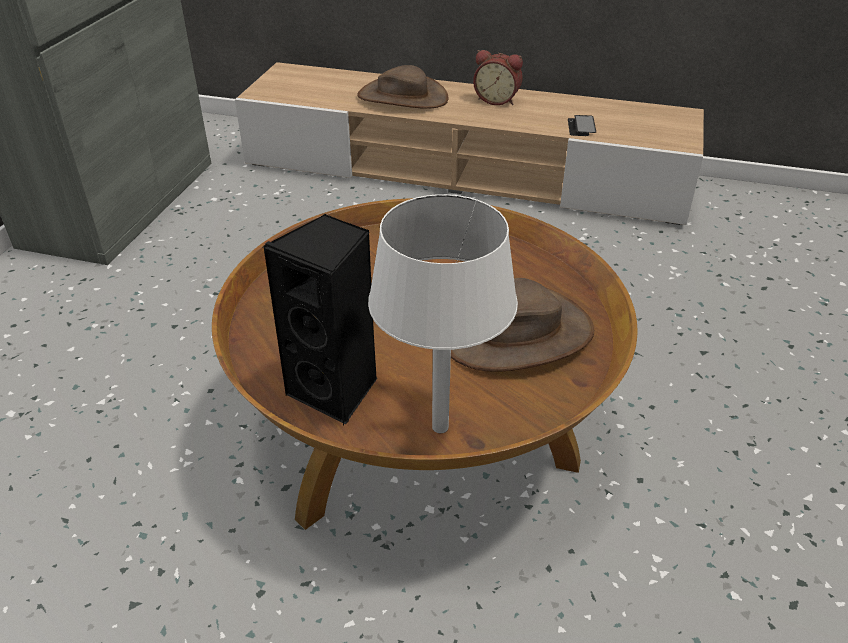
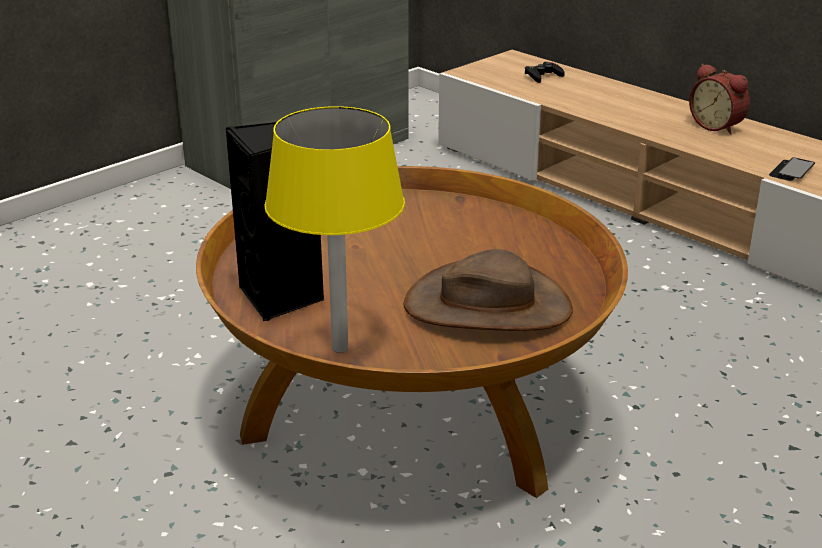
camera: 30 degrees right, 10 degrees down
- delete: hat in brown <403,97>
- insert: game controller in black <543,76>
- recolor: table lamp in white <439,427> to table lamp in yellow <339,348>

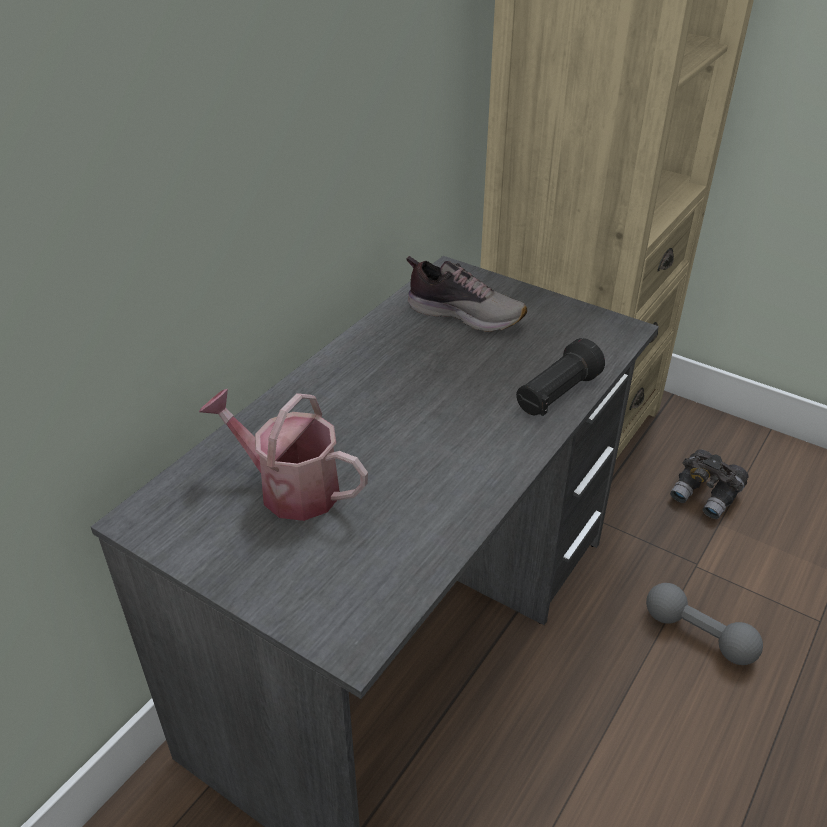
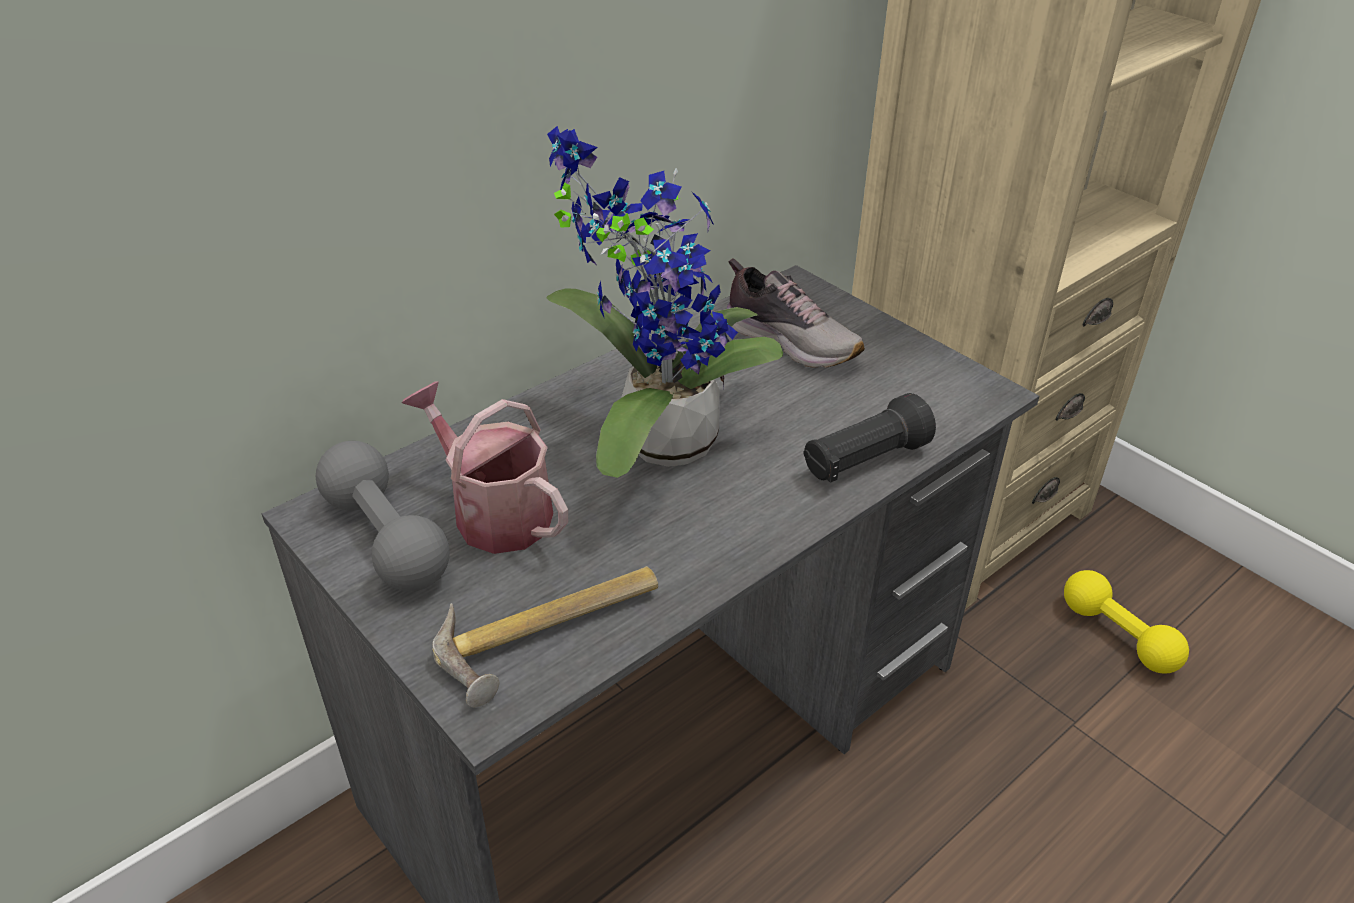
camera: 15 degrees right, 0 degrees up
- insert: hammer <552,634>
- insert: potted plant <657,439>
- move: dumbbell in grey <698,635> to <386,539>
- replace: binoculars in grey <706,495> to dumbbell in yellow <1118,635>

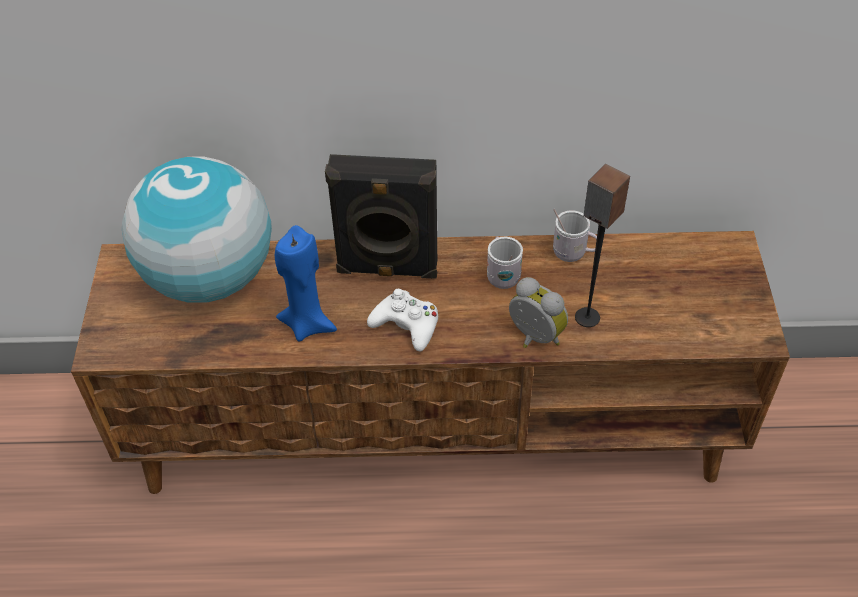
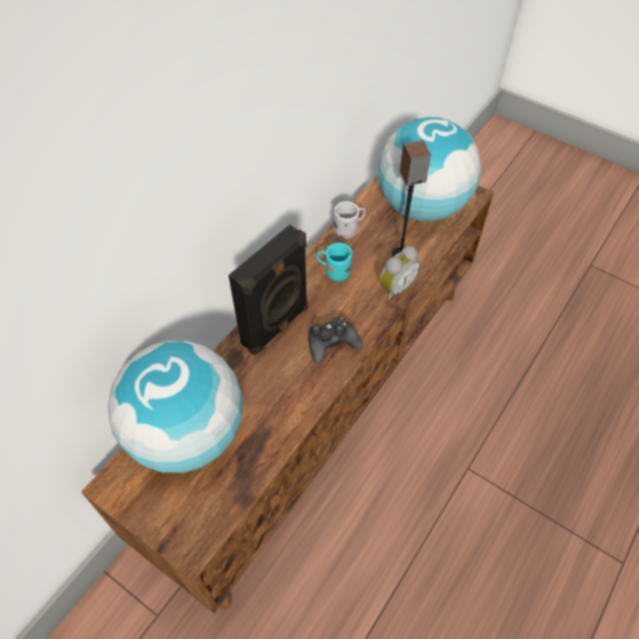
camera: 55 degrees left, 5 degrees up
- delete: candle in blue <308,324>
- insert: globe <422,206>
- recolor: game controller in white <406,325> to game controller in black <332,343>
- recolor: mug in white <501,275> to mug in turquoise <334,272>
- rotate: alarm clock <533,338> = <395,287> 150 degrees clockwise

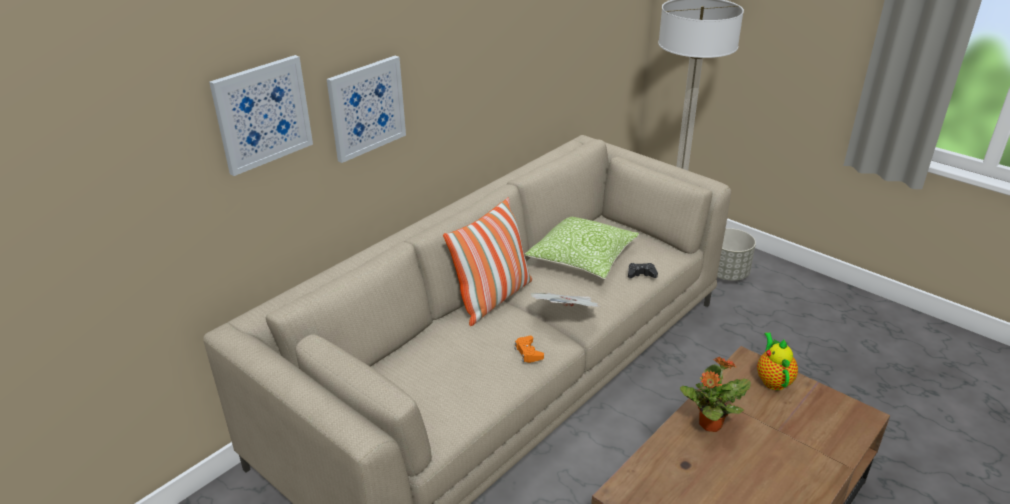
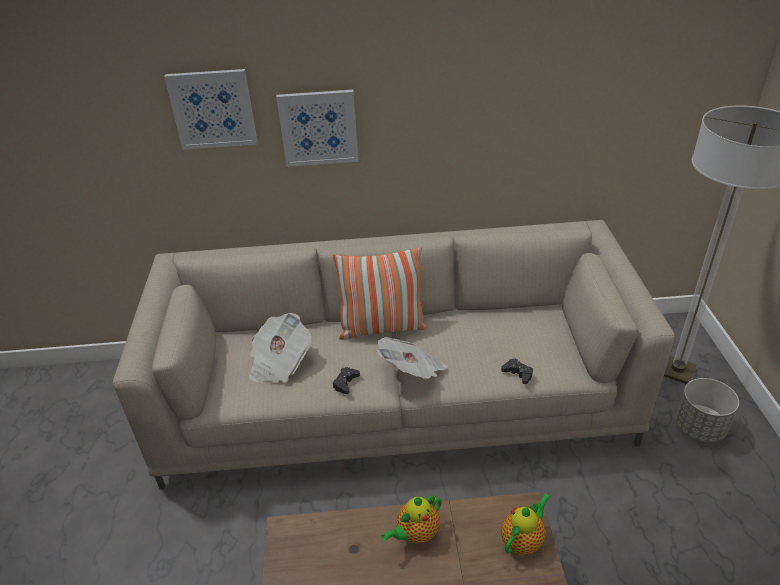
camera: 45 degrees right, 5 degrees up
- delete: pillow <582,257>
- insert: newspaper <279,362>
- replace: potted plant <709,424> to teapot <415,534>
- recolor: game controller in orange <528,352> to game controller in black <345,383>

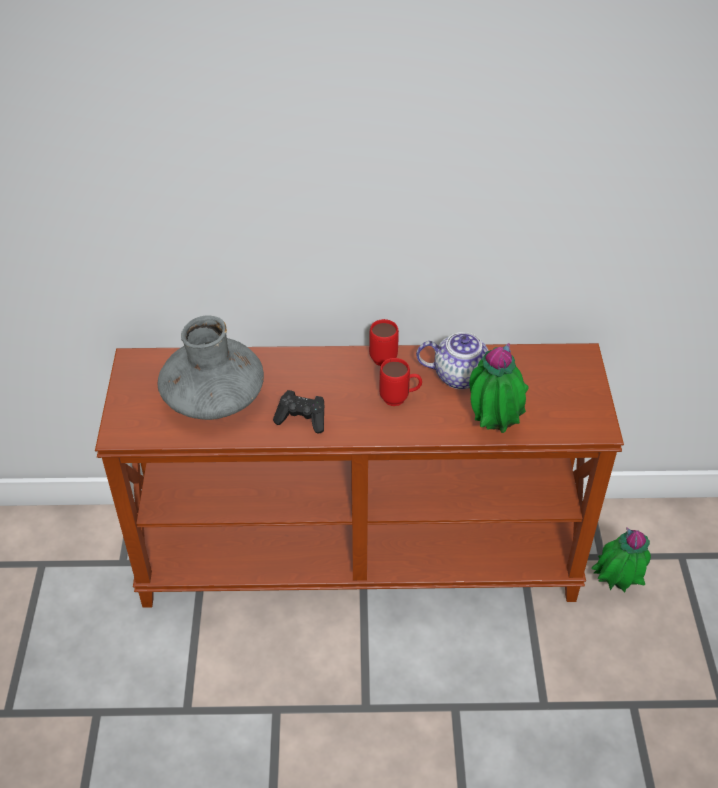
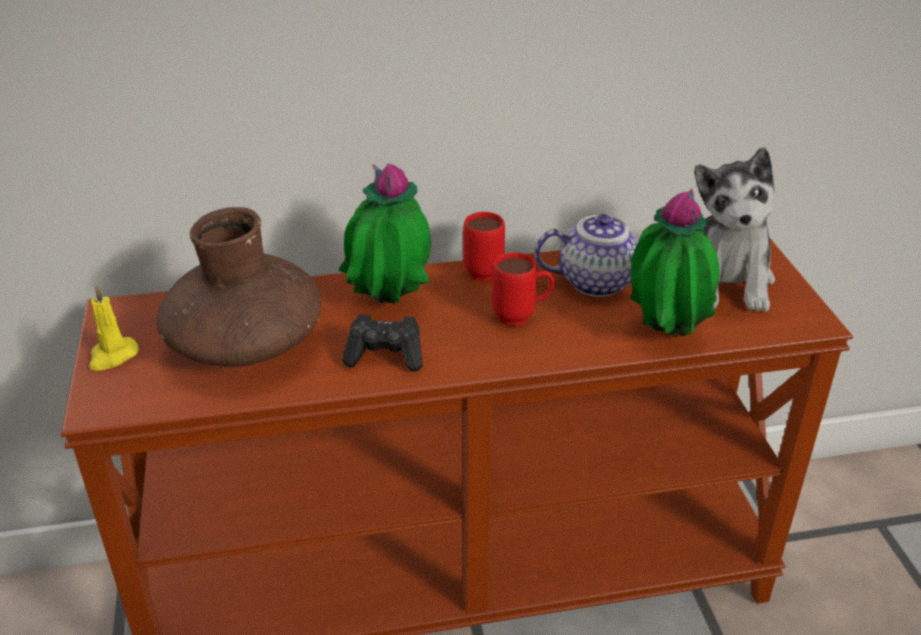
camera: 10 degrees left, 10 degrees down
- insert: candle in yellow <112,356>
- insert: plush toy <725,280>
- move: potted plant <615,586> to <389,306>
- recolor: vase in grey <213,398> to vase in brown <245,345>

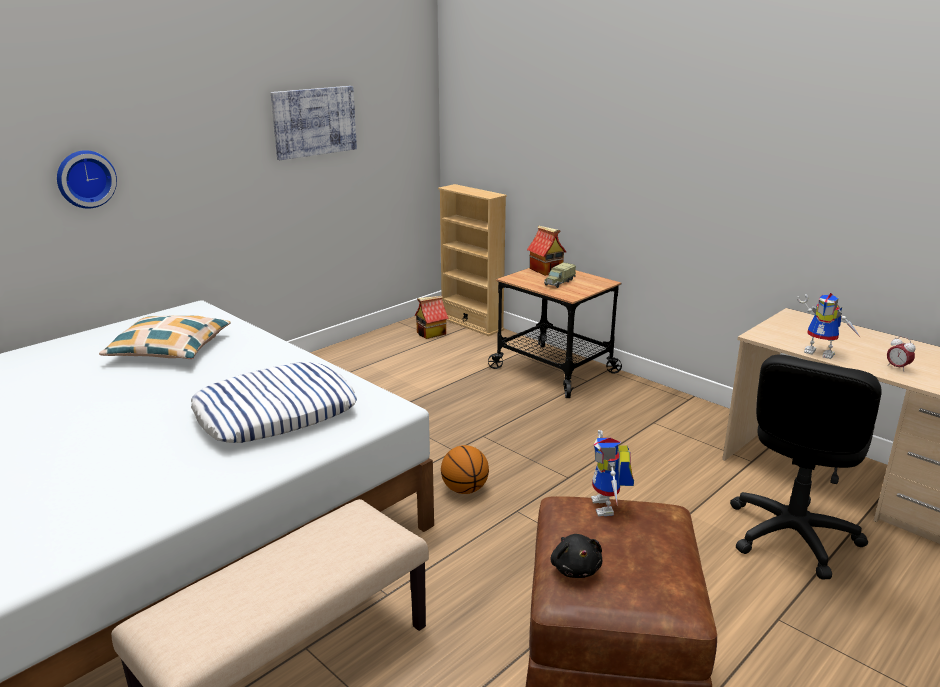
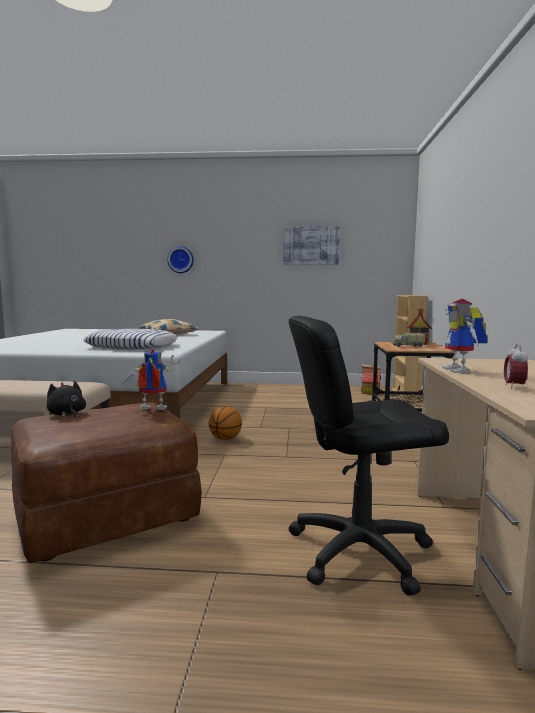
camera: 50 degrees right, 15 degrees down
- rotate: plush toy in black <575,568> = <67,414> 105 degrees clockwise
- rotate: toy robot <608,508> = <150,409> 45 degrees clockwise

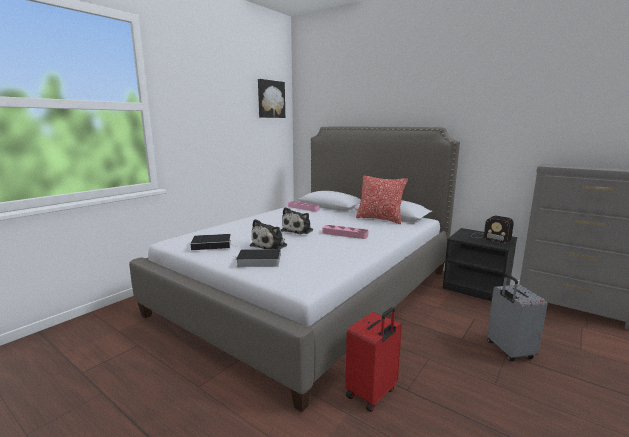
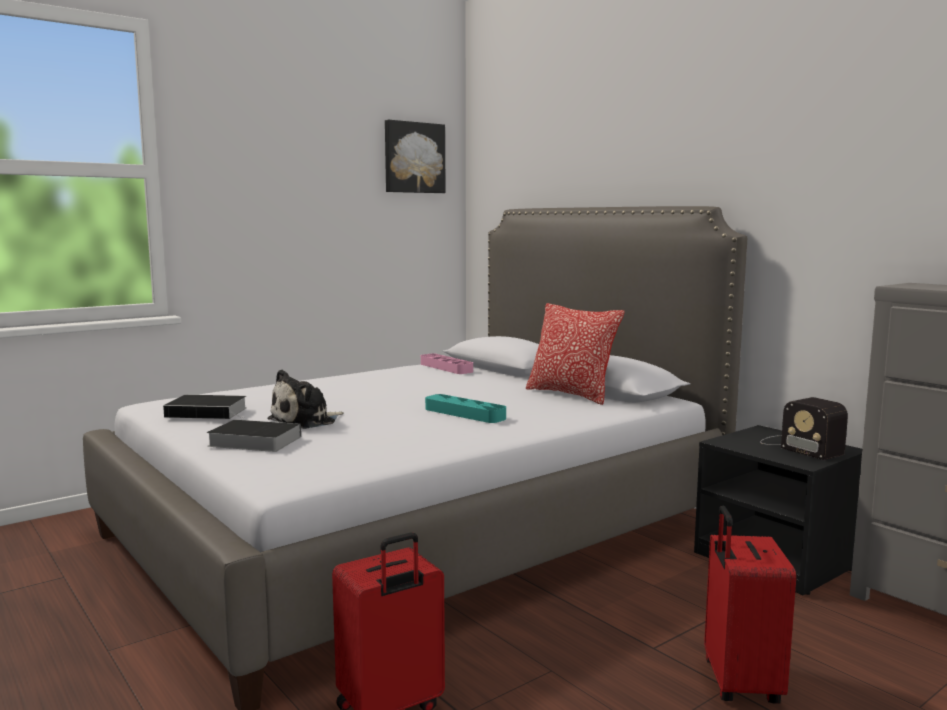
camera: 15 degrees right, 5 degrees down
- delete: plush toy <298,230>
- recolor: tray in pink <345,234> to tray in turquoise <464,413>
- recolor: suitcase in grey <508,351> to suitcase in red <739,683>

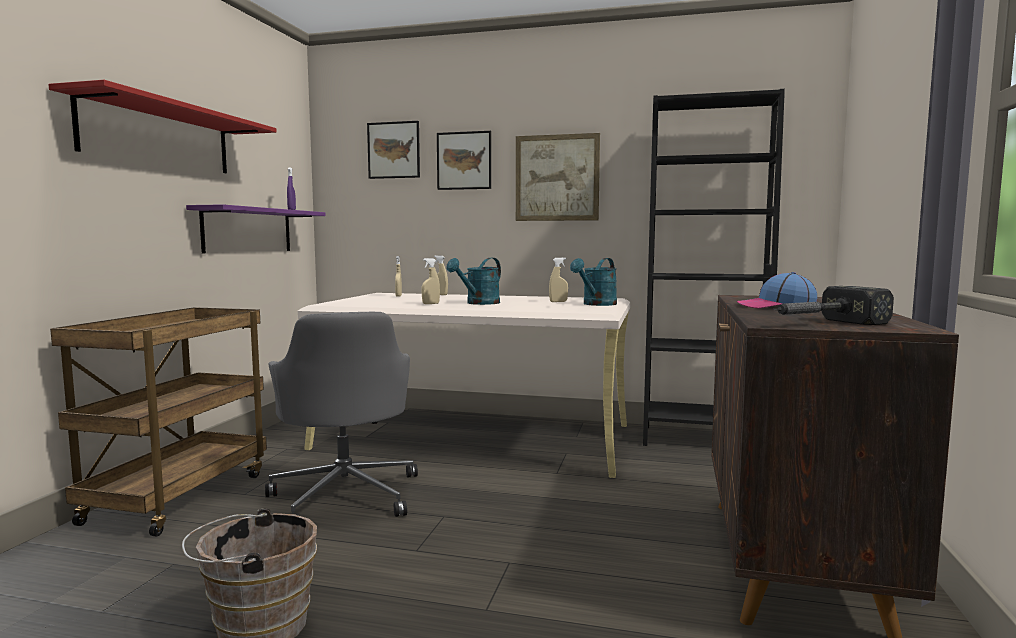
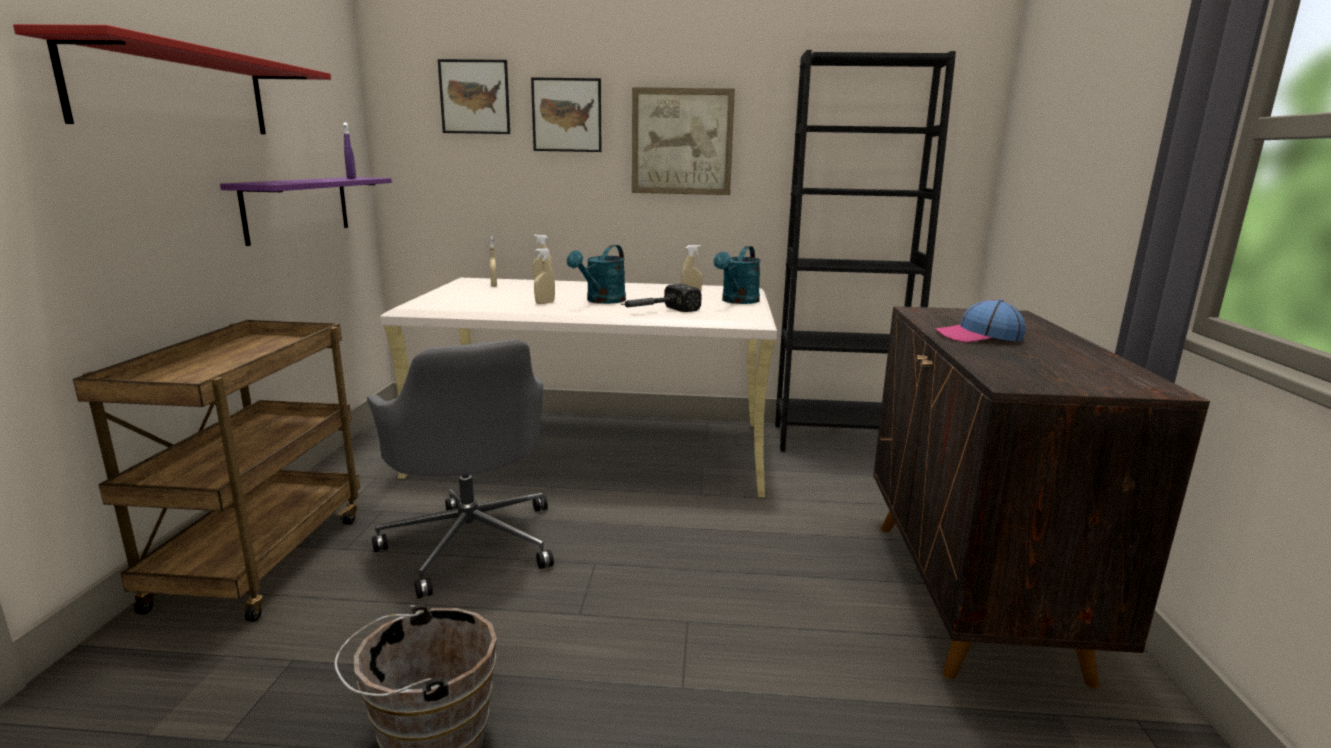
camera: 10 degrees left, 10 degrees up
- move: hammer <822,324> to <657,311>

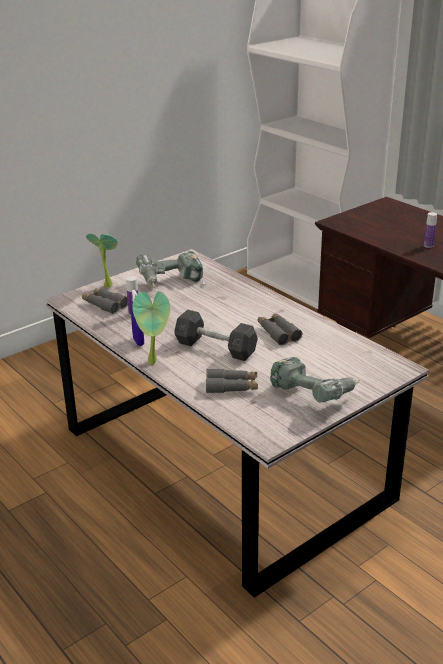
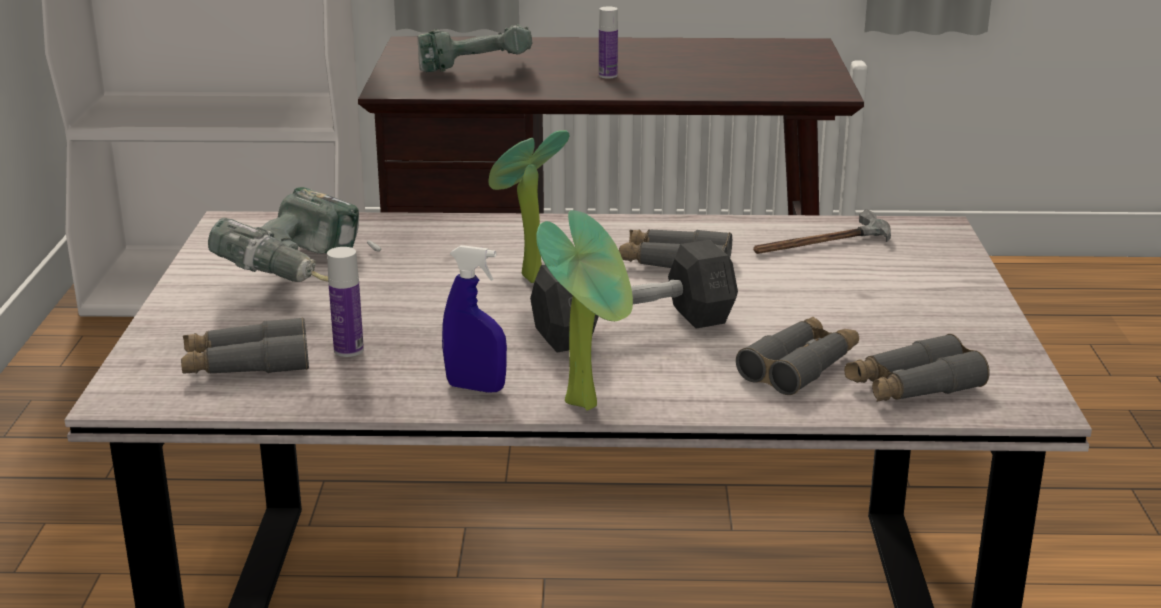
camera: 50 degrees left, 5 degrees down
- insert: hammer <821,244>
- insert: binoculars in grey <912,387>
- move: potted plant <107,285> to <527,279>
- move: power drill <313,394> to <475,70>

